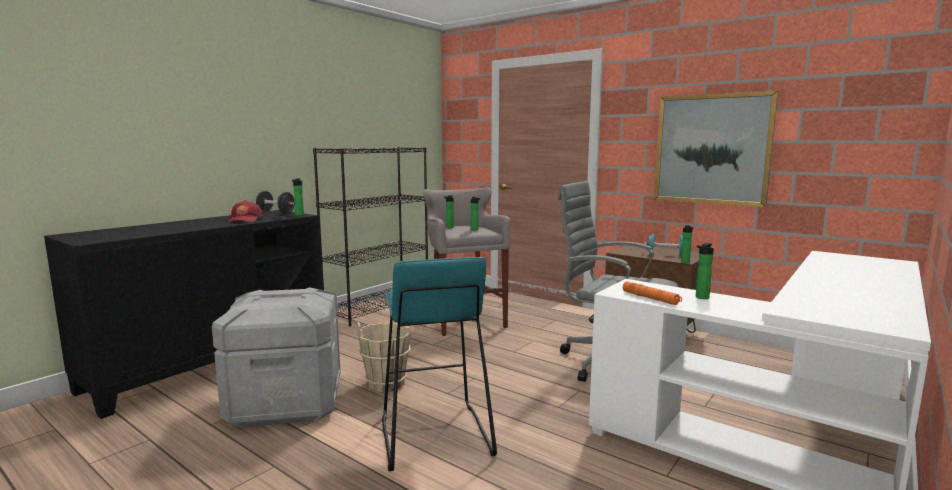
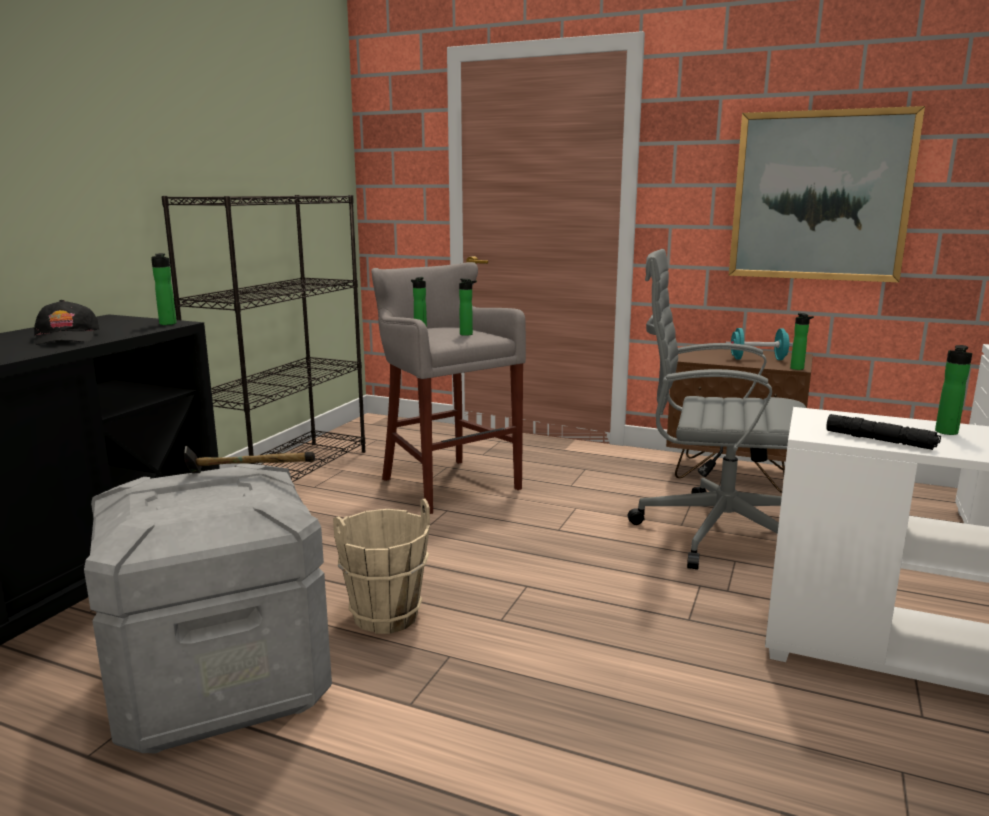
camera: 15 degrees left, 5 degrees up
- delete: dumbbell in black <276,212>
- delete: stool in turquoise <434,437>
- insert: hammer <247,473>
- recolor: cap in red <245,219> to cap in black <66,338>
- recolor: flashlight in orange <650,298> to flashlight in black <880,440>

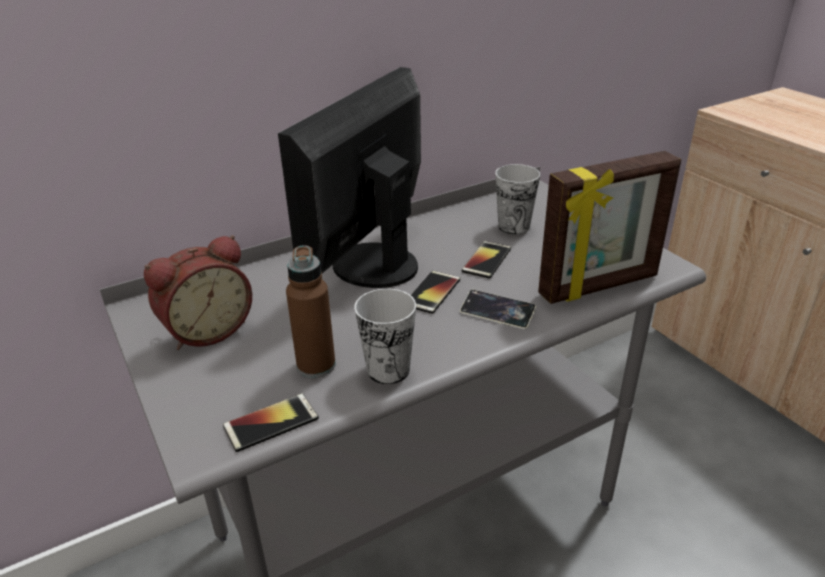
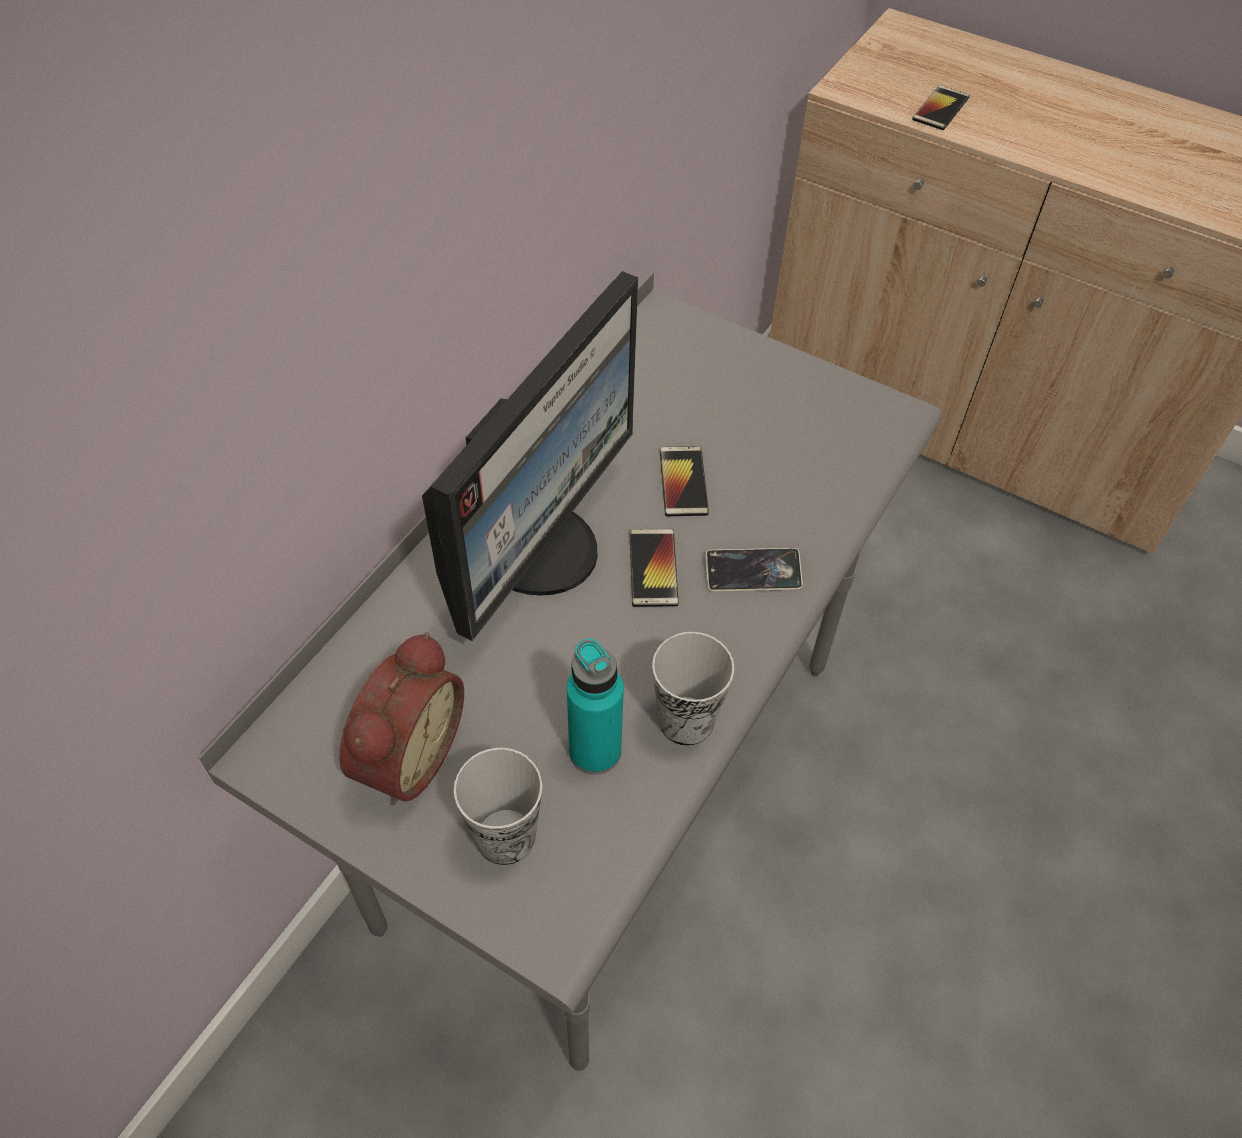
camera: 30 degrees left, 20 degrees up
- delete: picture frame <599,286>
- move: phone <271,423> to <940,109>
- move: cup <513,227> to <505,836>
- recolor: bottle in brown <316,365> to bottle in turquoise <595,751>
- rotate: monitor <371,266> = <540,548> 150 degrees counterclockwise

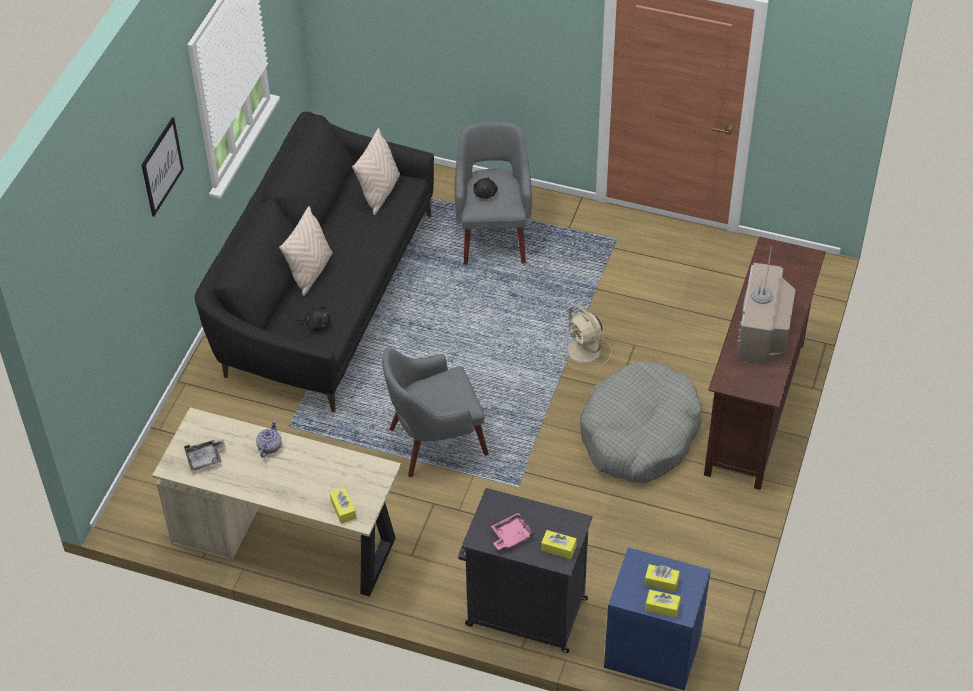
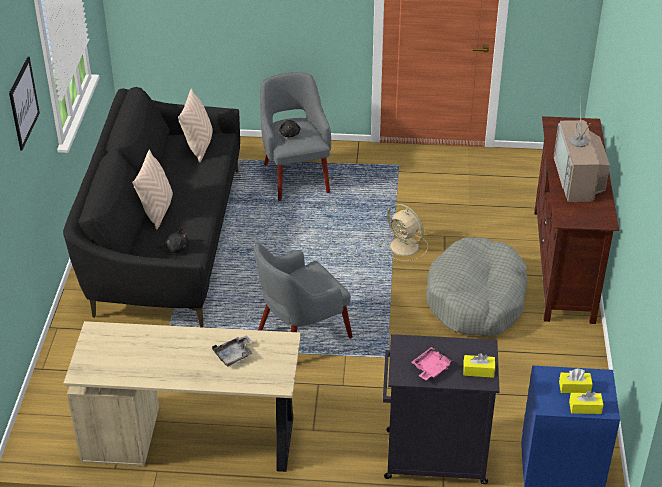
camera: 15 degrees left, 10 degrees down
- delete: teapot <269,447>
- delete: tissue box in yellow <343,509>
- move: tray in grey <205,458> to <234,355>

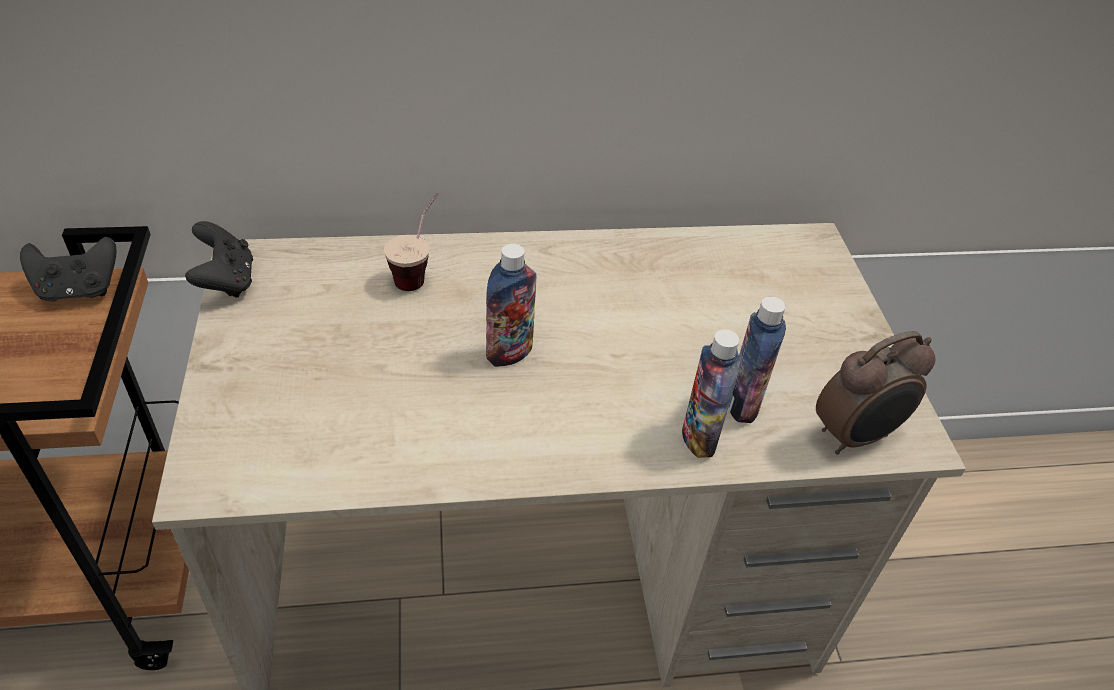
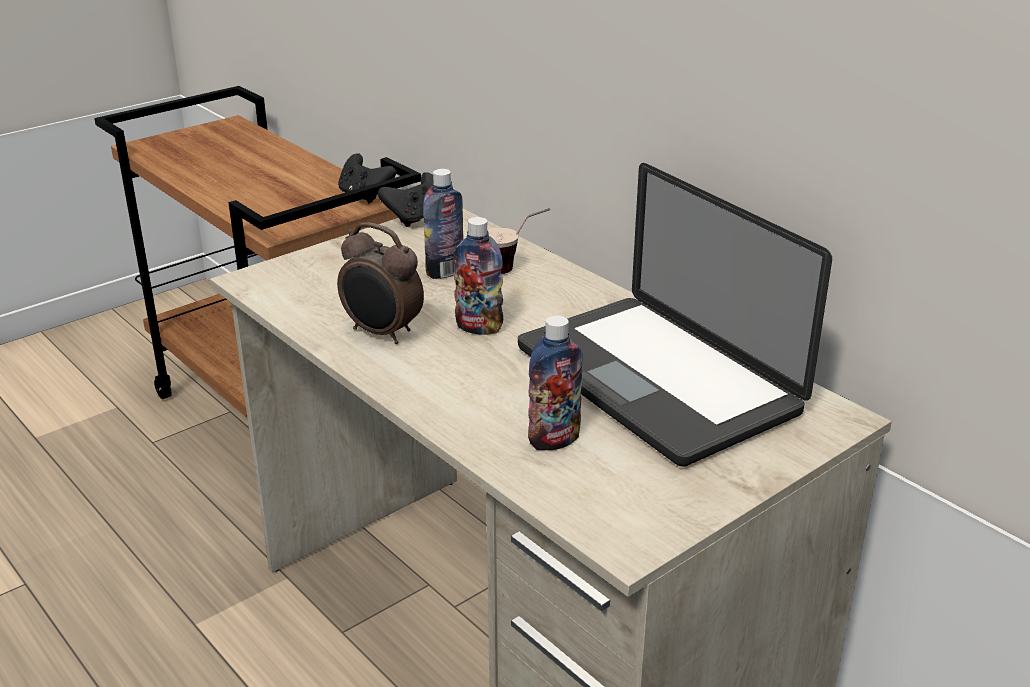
camera: 60 degrees right, 15 degrees down
- insert: laptop <655,380>
- move: bottle <699,437> to <445,272>
- move: alarm clock <855,436> to <382,333>

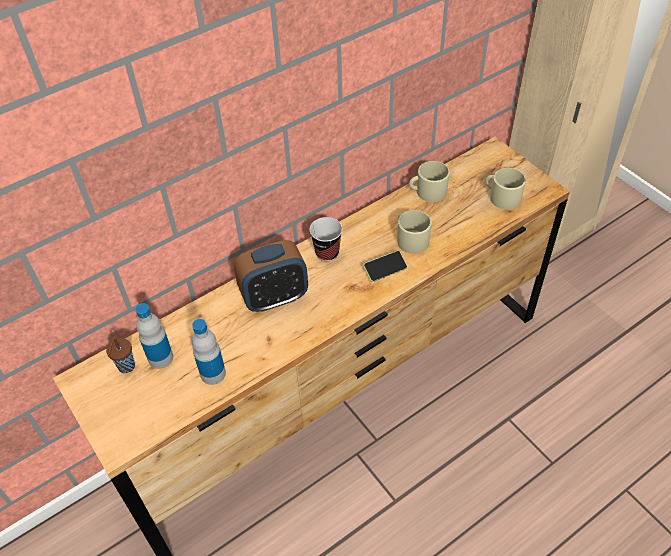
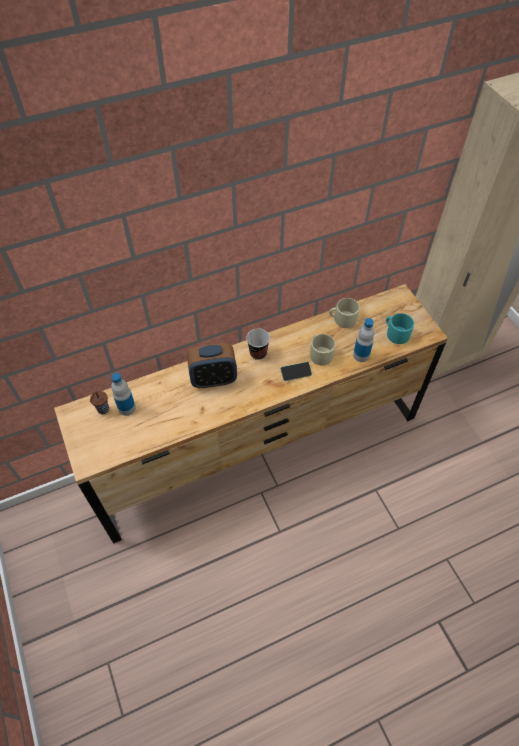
camera: 10 degrees right, 5 degrees up
- move: bottle <213,373> to <361,355>
- recolor: mug in beige <501,197> to mug in turquoise <395,333>

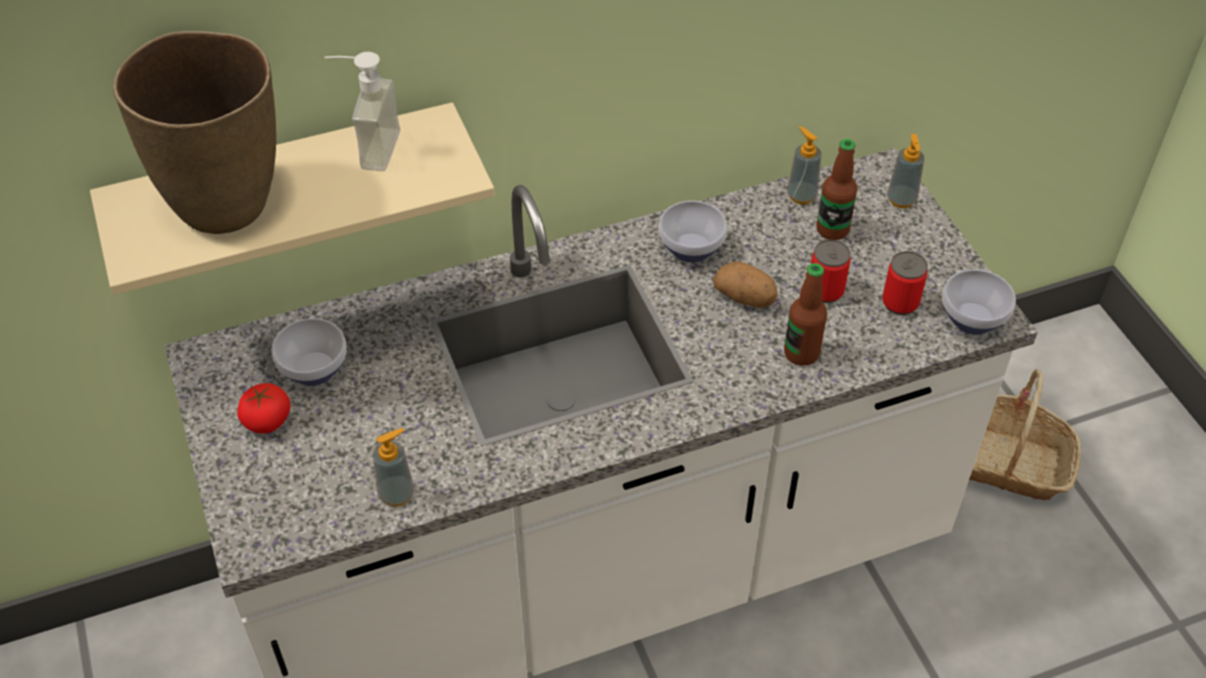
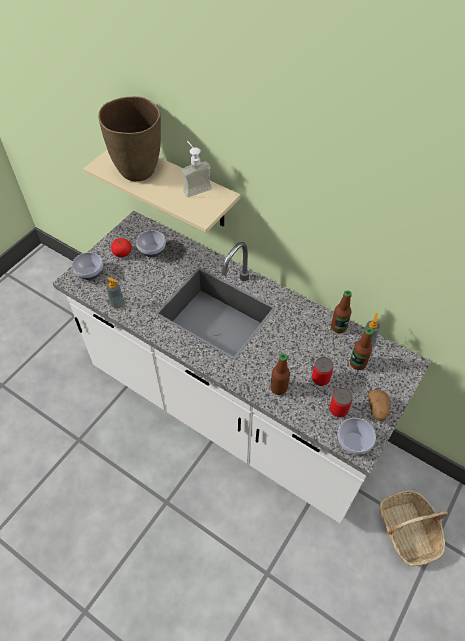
camera: 55 degrees right, 5 degrees up
- delete: soap dispenser <901,200>
- insert: bottle <338,327>
- move: bowl <693,248> to <91,273>
- move: potato <745,298> to <377,409>

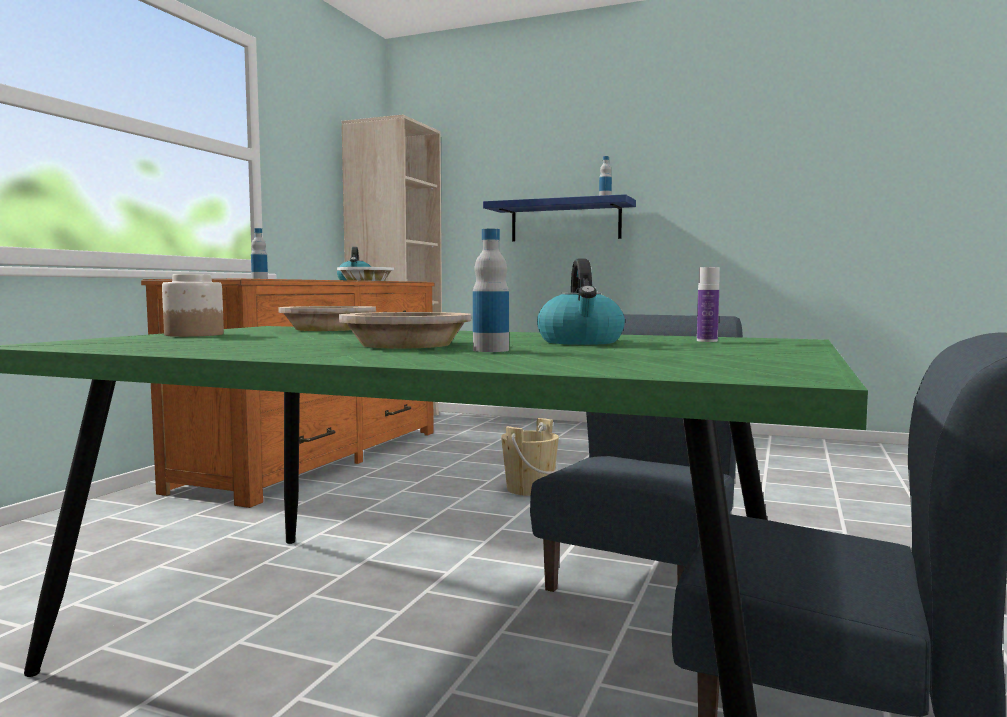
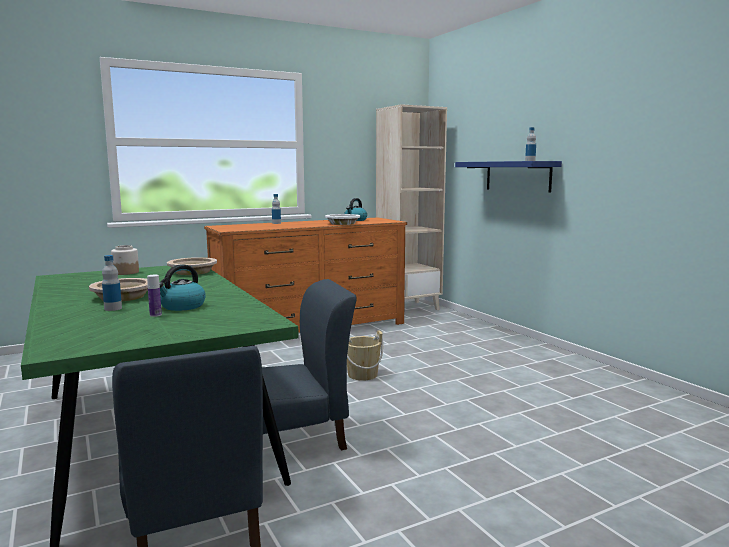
camera: 40 degrees right, 5 degrees up
- move: bottle <707,341> to <155,315>

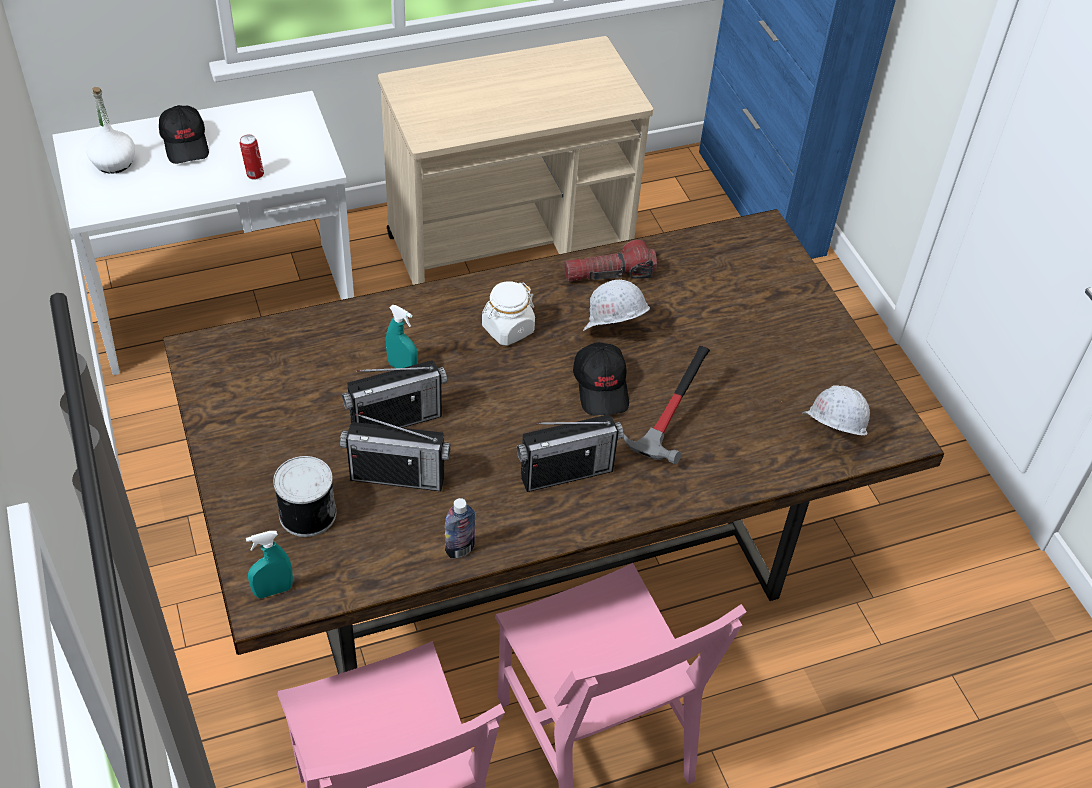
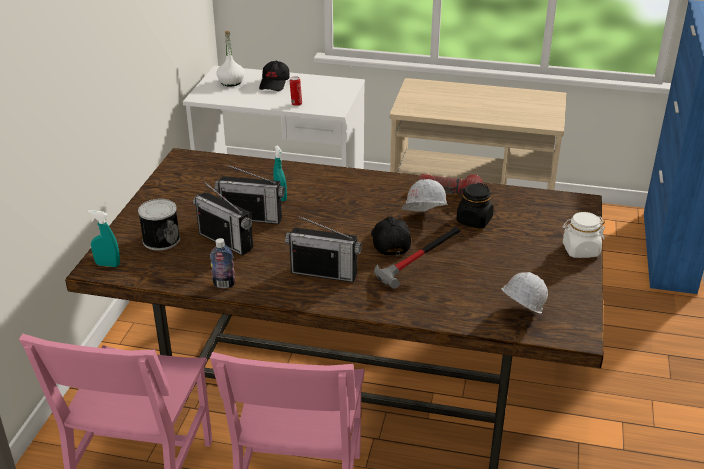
camera: 35 degrees right, 15 degrees down
- insert: jar in black <474,220>
- move: jar in white <507,329> to <580,250>
- rotate: cap in black <602,387> = <389,242> 150 degrees clockwise

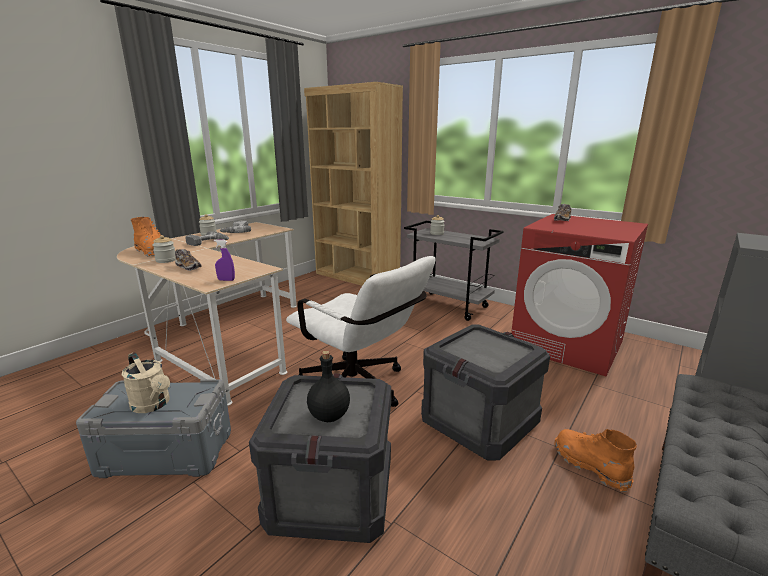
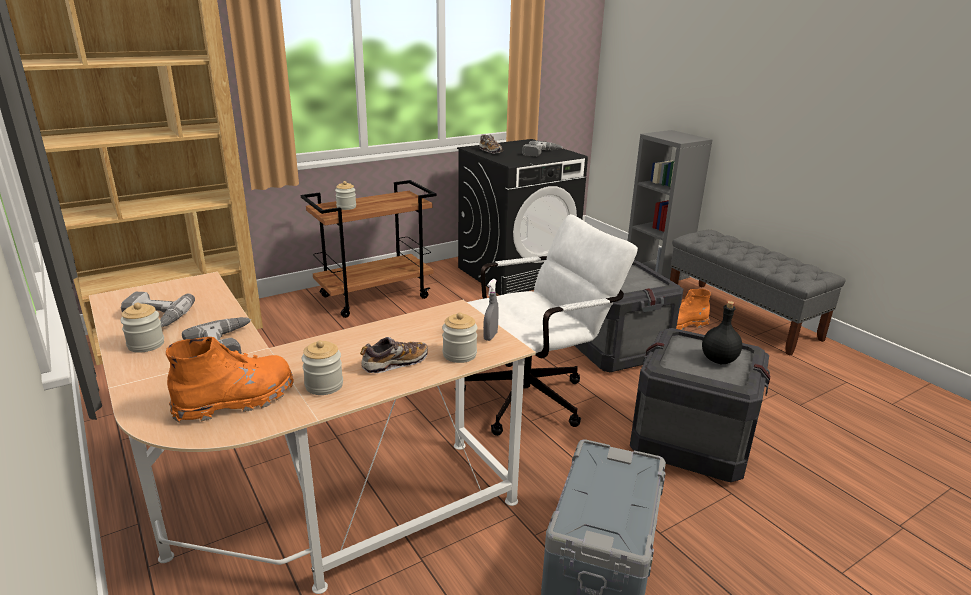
camera: 70 degrees left, 5 degrees up
- delete: watering can in beige <153,405>
- insert: jar <459,354>
- insert: power drill <541,153>
- recolor: spray bottle in purple <226,280> to spray bottle in grey <490,336>
- recolor: cart in grey <449,306> to cart in brown <375,296>
- recolor: washing machine in red <567,345> to washing machine in black <517,273>

